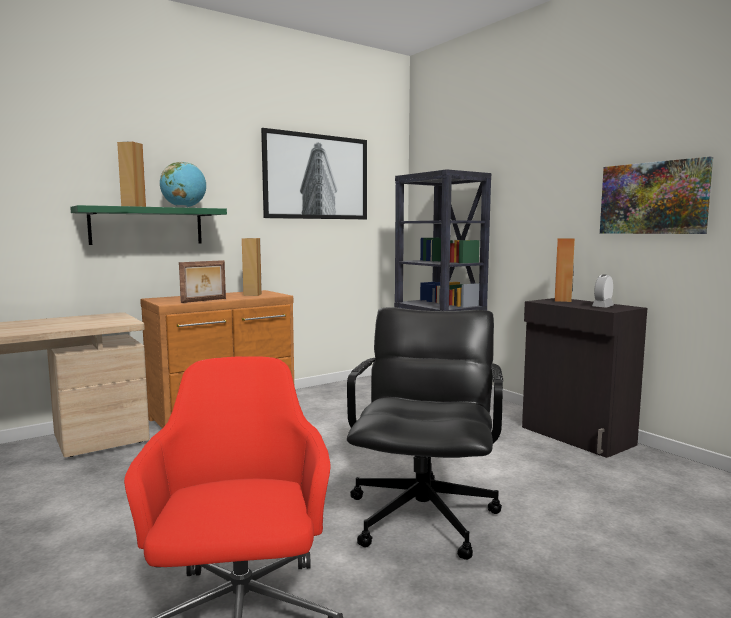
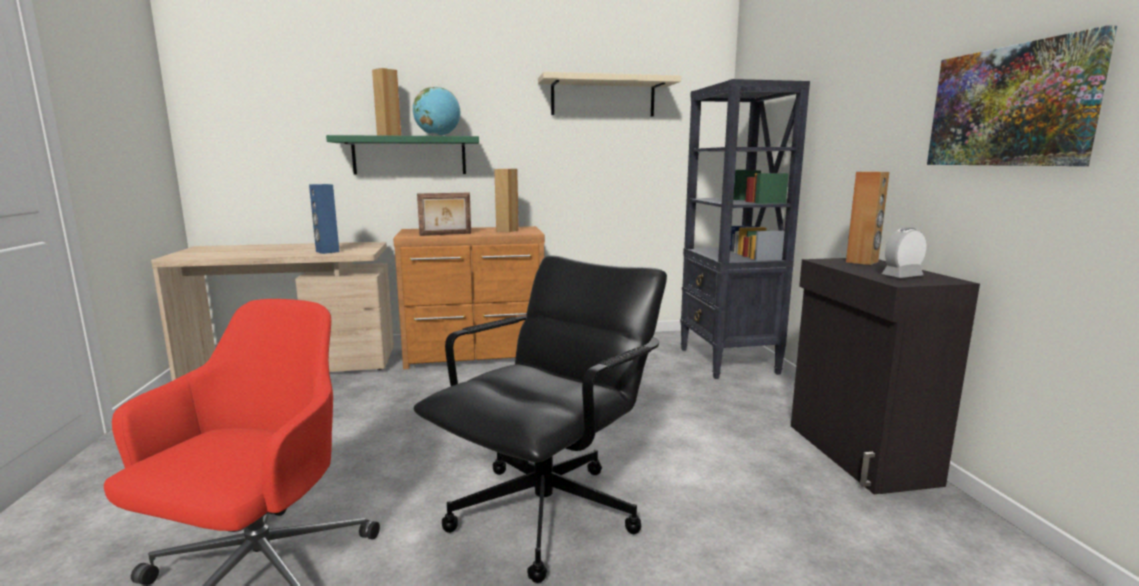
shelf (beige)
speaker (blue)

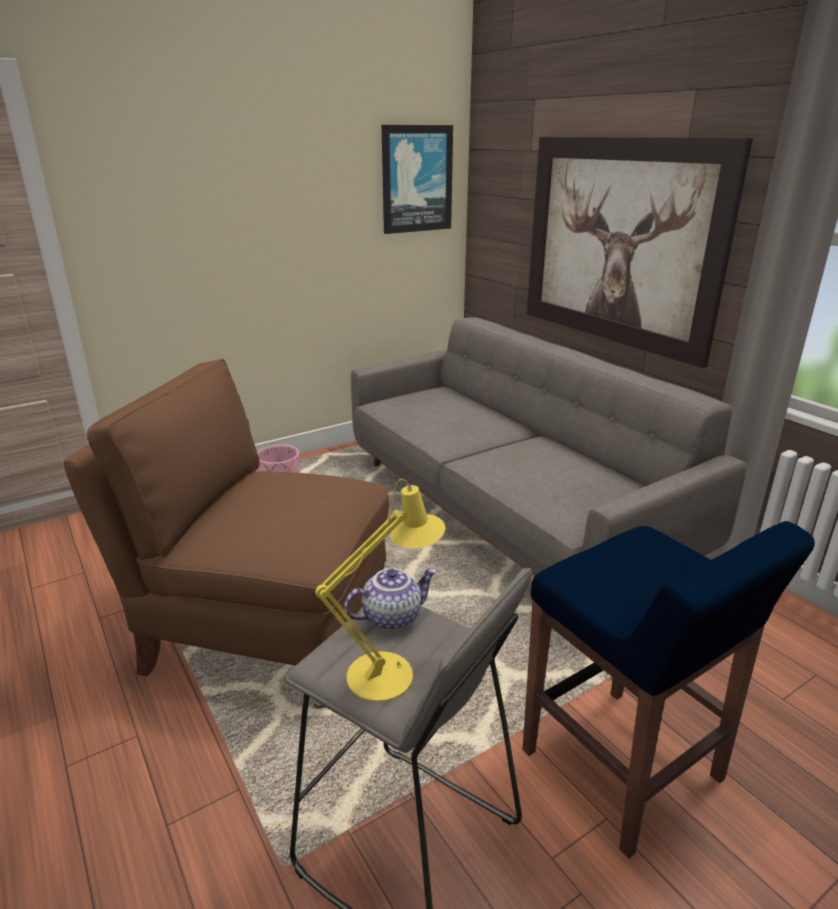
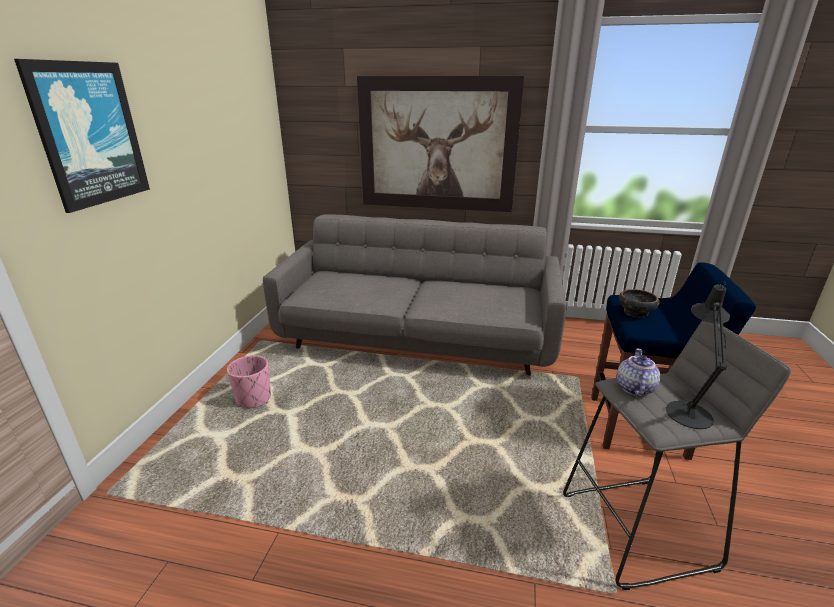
picture (1st from left)
armchair (brown)
table lamp (black)
bowl

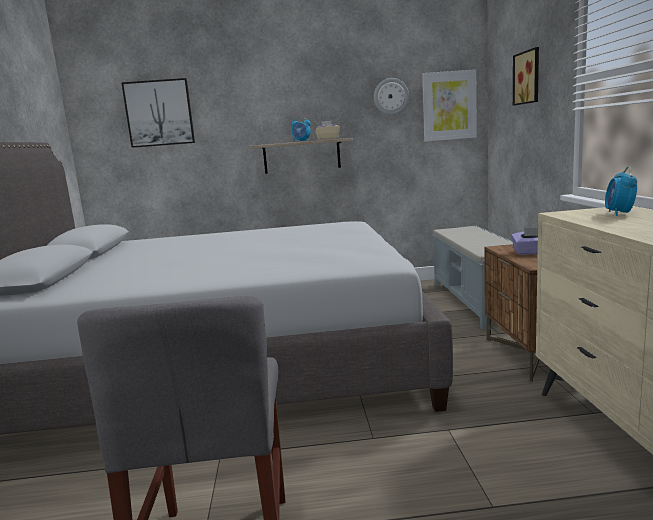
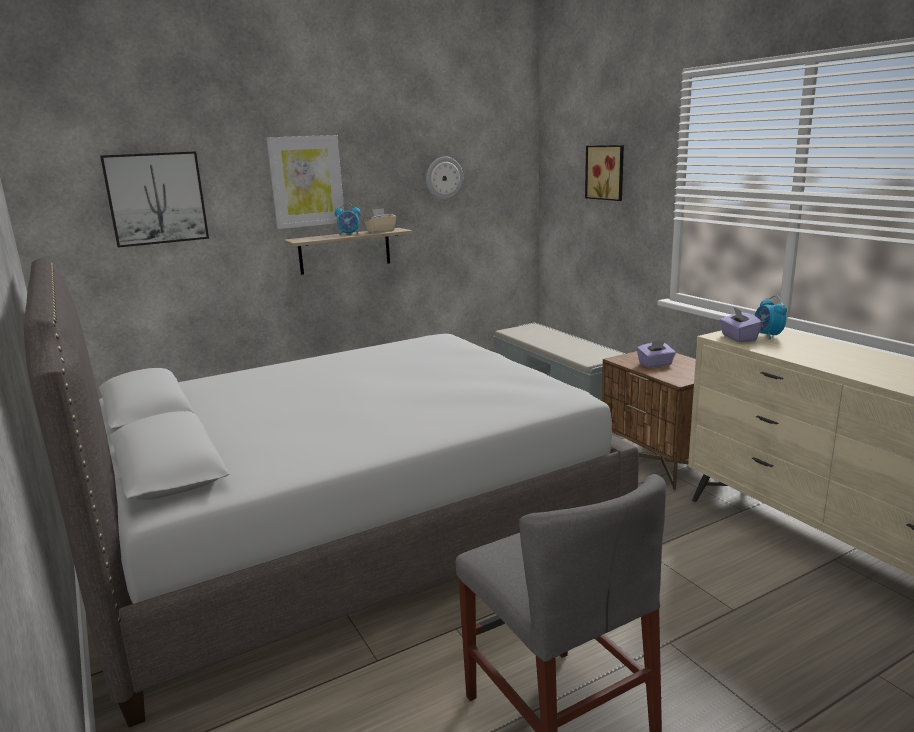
picture (2nd from left)
tissue box (purple) (2nd from left)

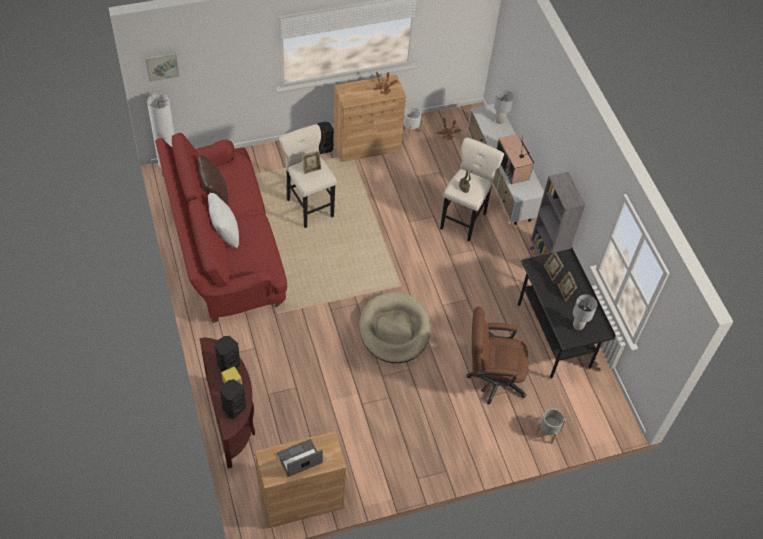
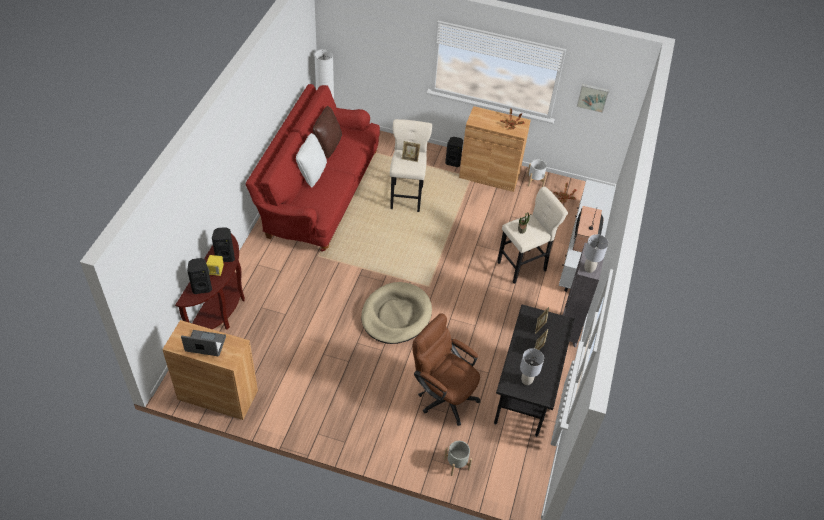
picture
table lamp (grey) (2nd from left)

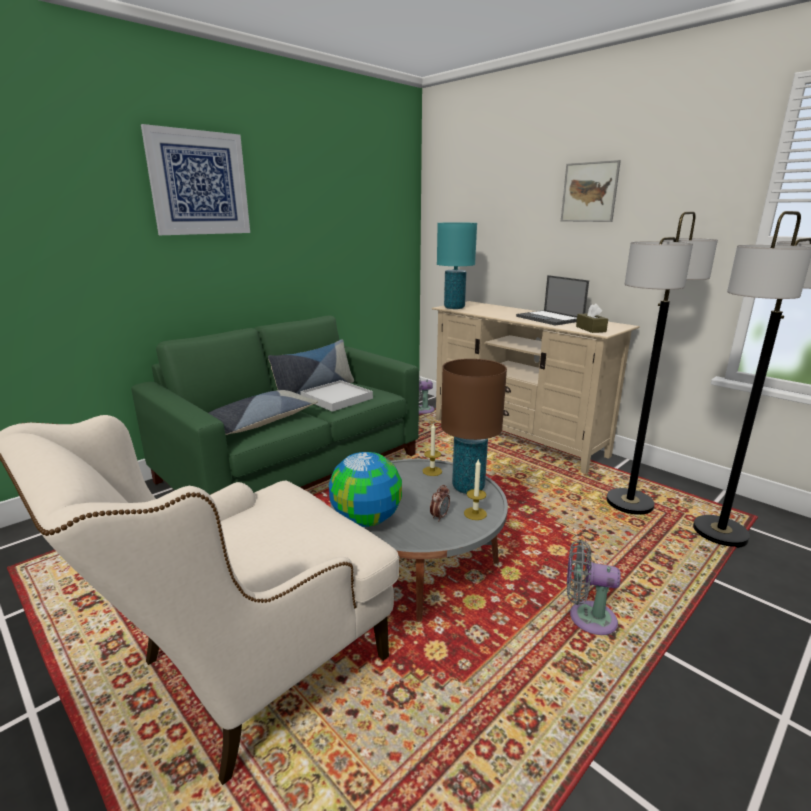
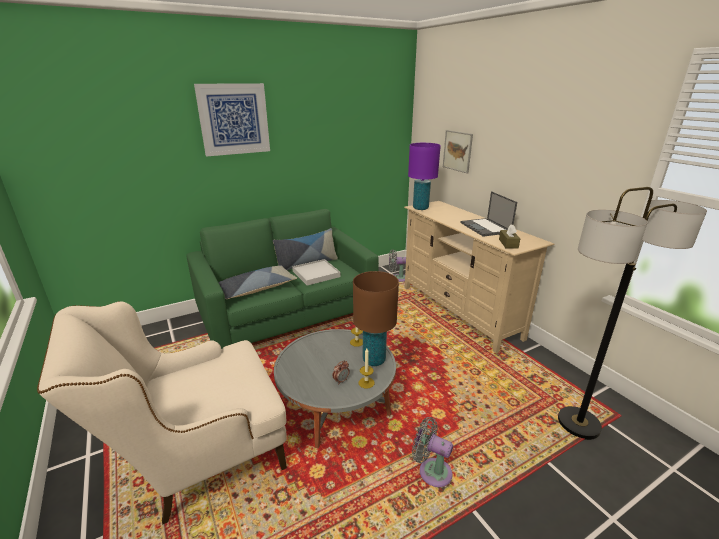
picture (2nd from left)
floor lamp (1st from left in the first image)
table lamp (purple)
globe

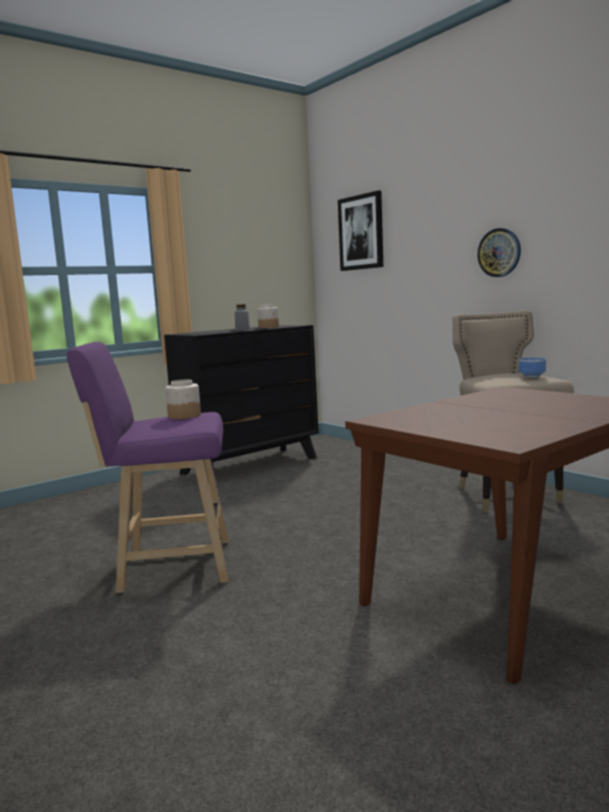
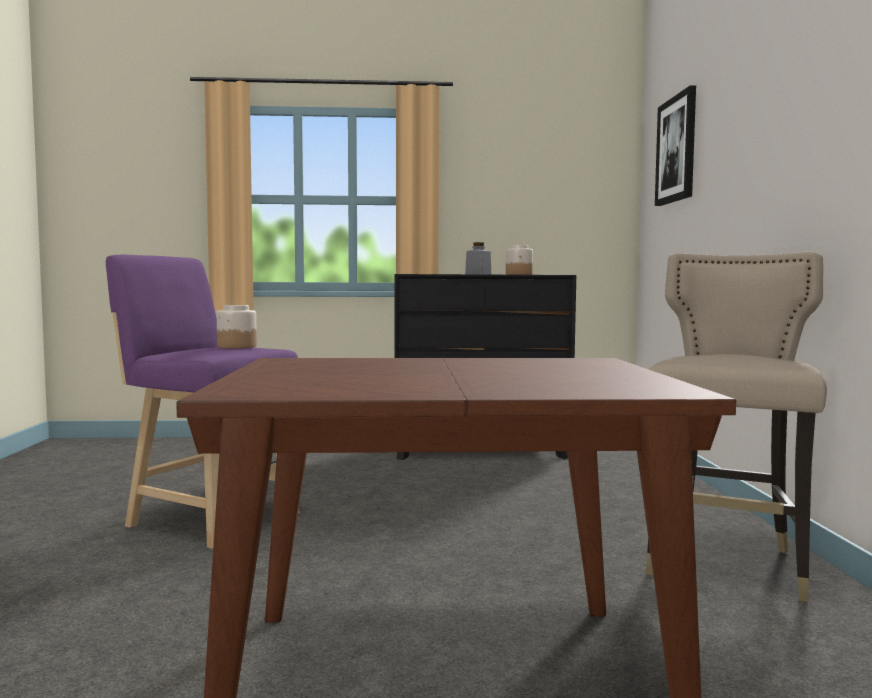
wall clock
bowl

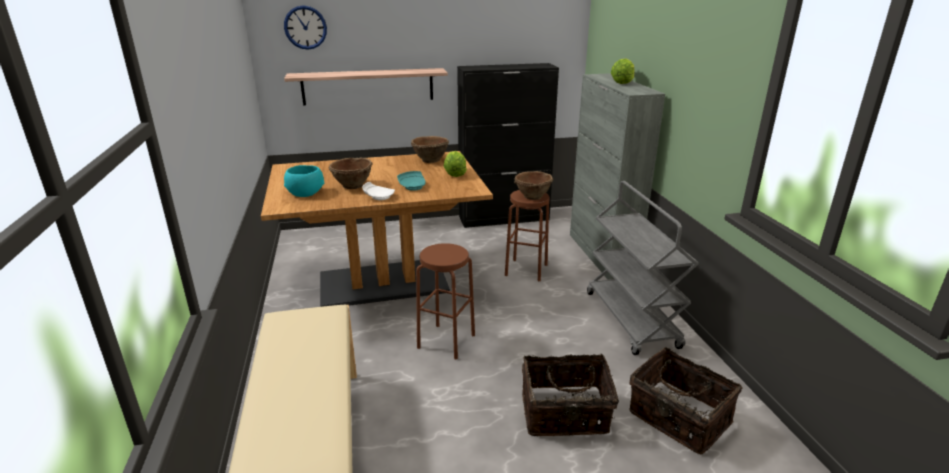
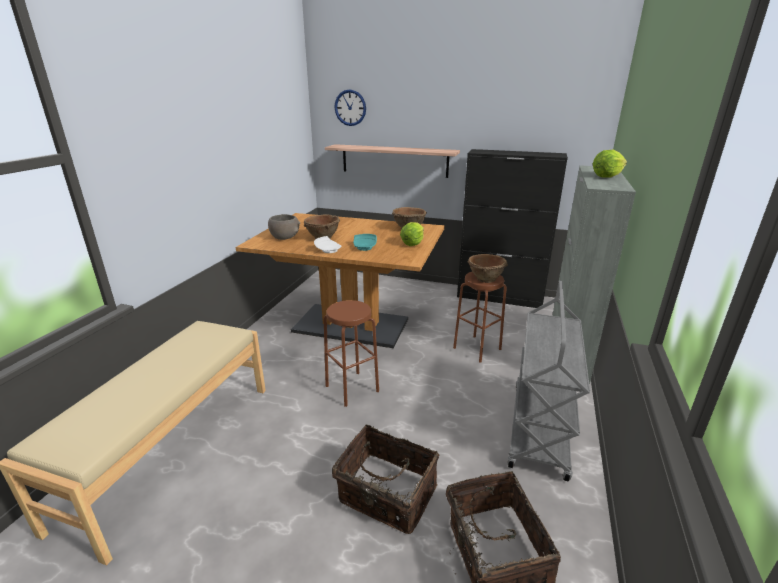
bowl (grey)

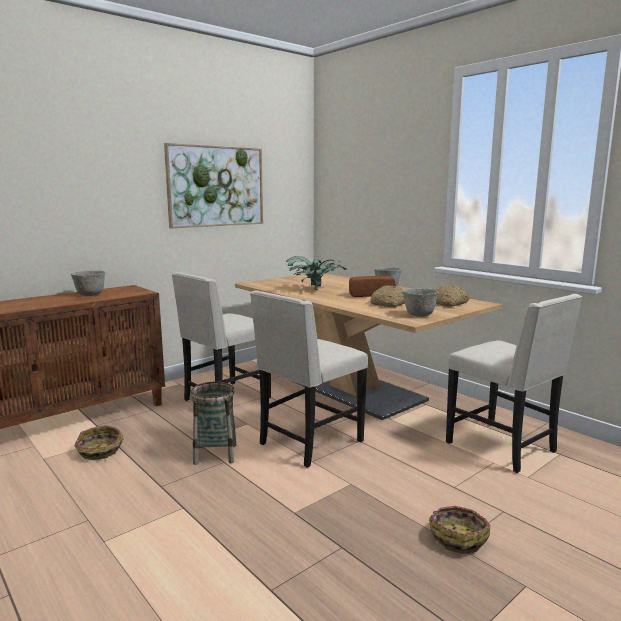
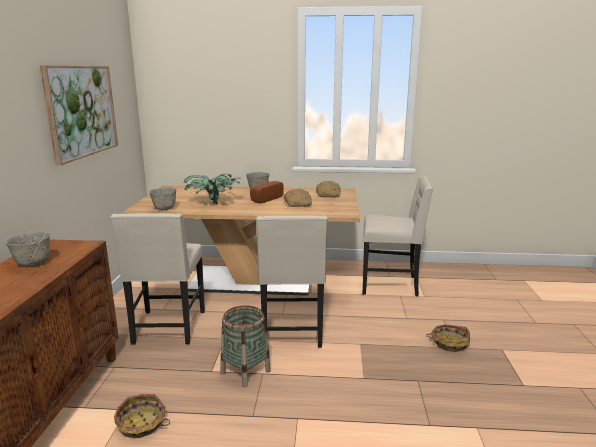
bowl (grey) (2nd from left)

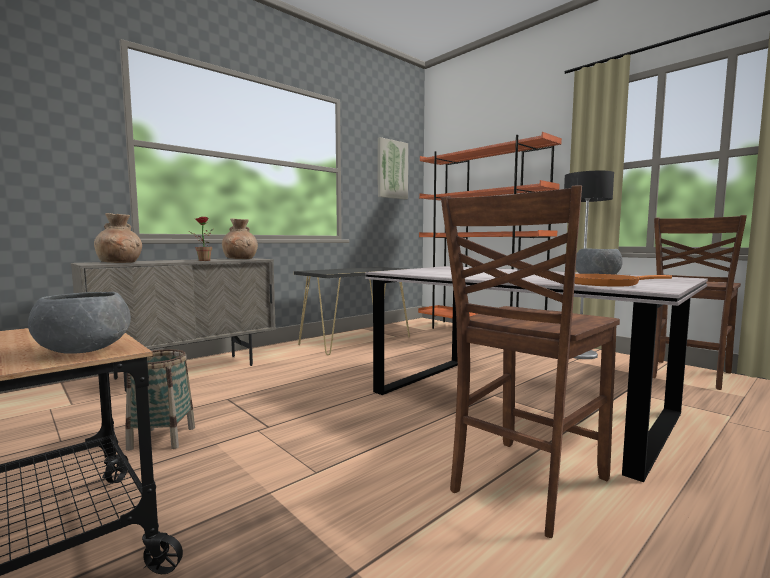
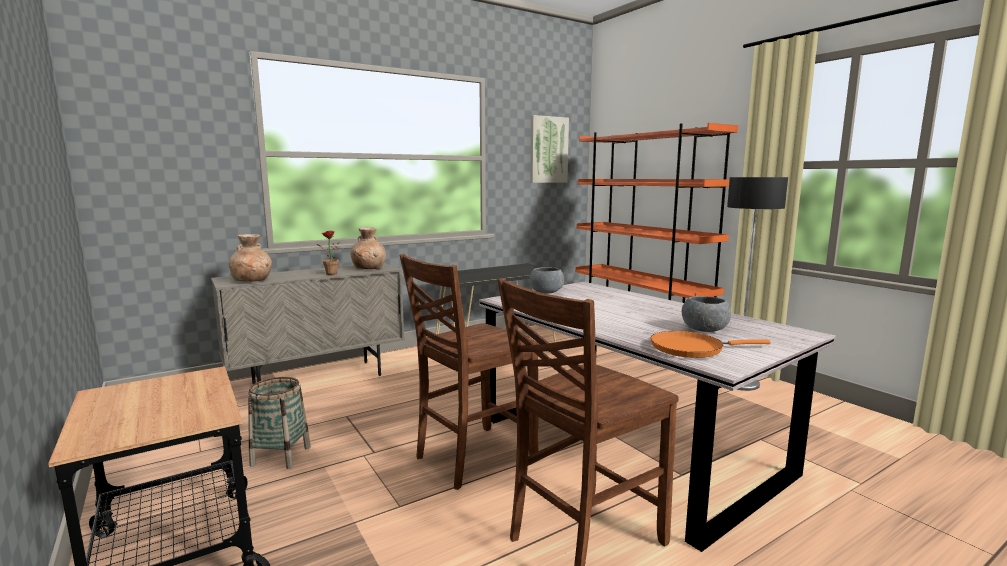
chair (brown) (1st from left)
bowl (grey) (1st from left)

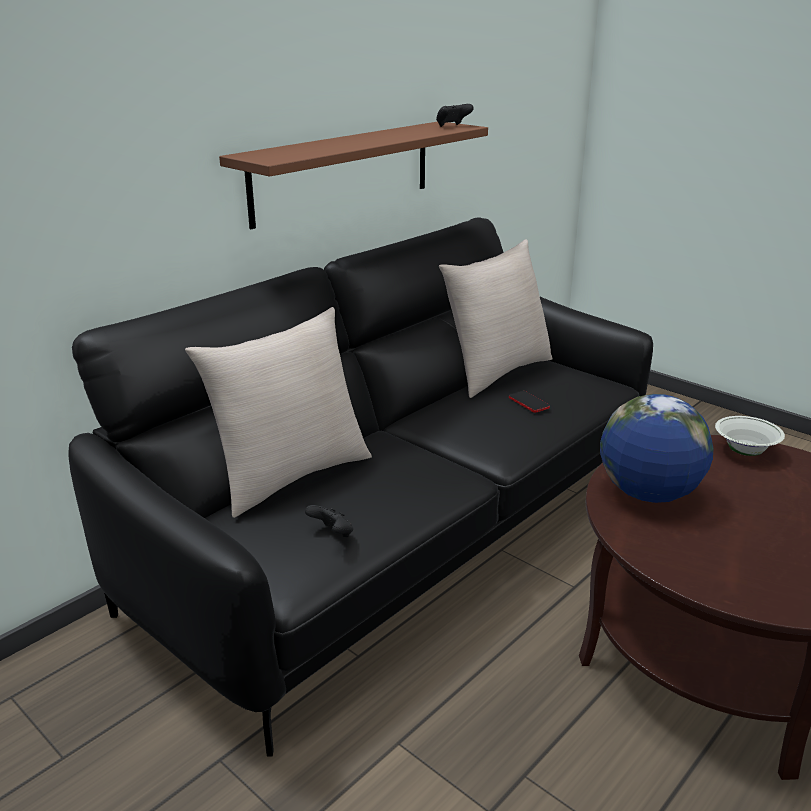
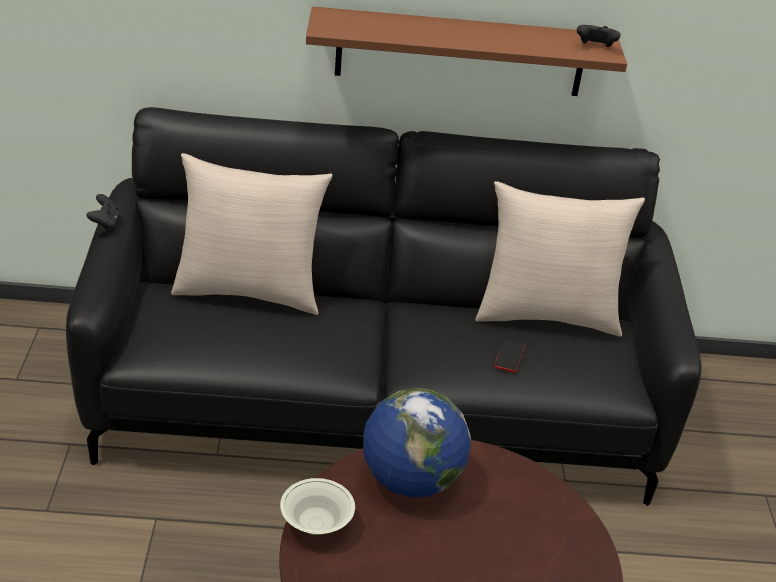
bowl (white)
game controller (black) (1st from left)

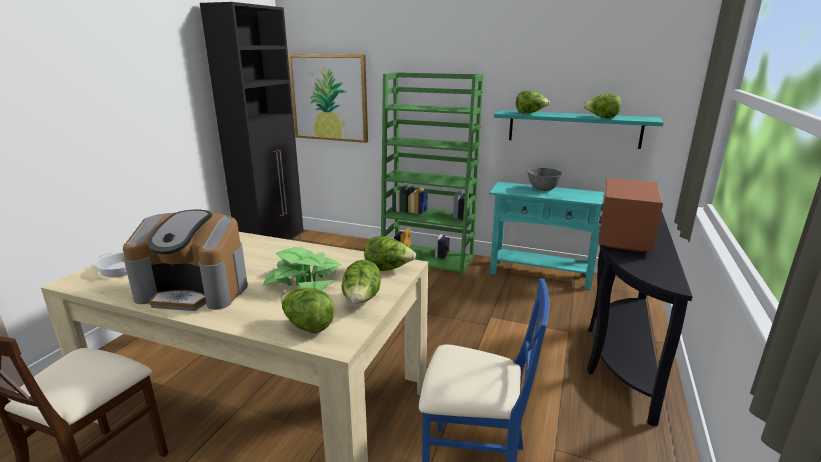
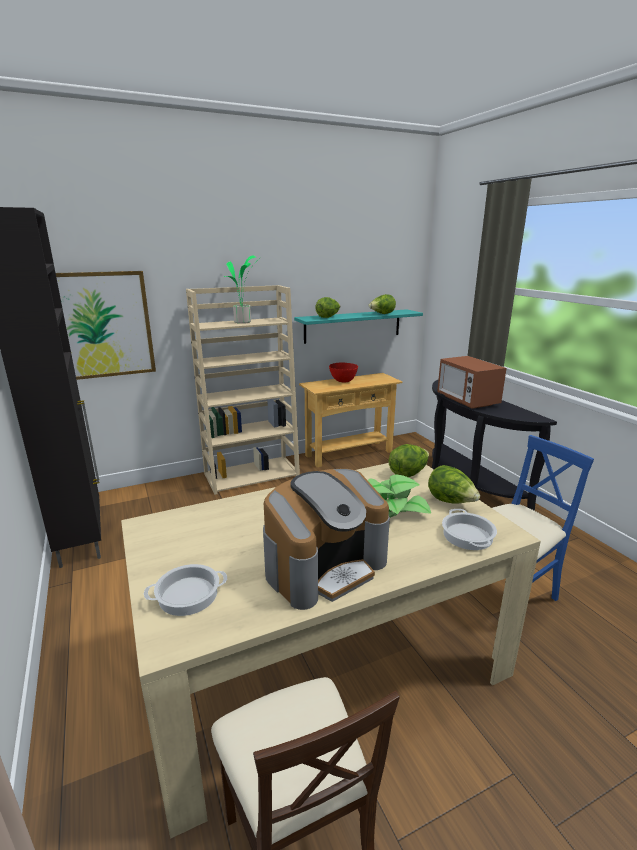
bookcase (beige)
bowl (red)
console table (beige)
cooking pot (2nd from left)
potted plant (1st from left)

